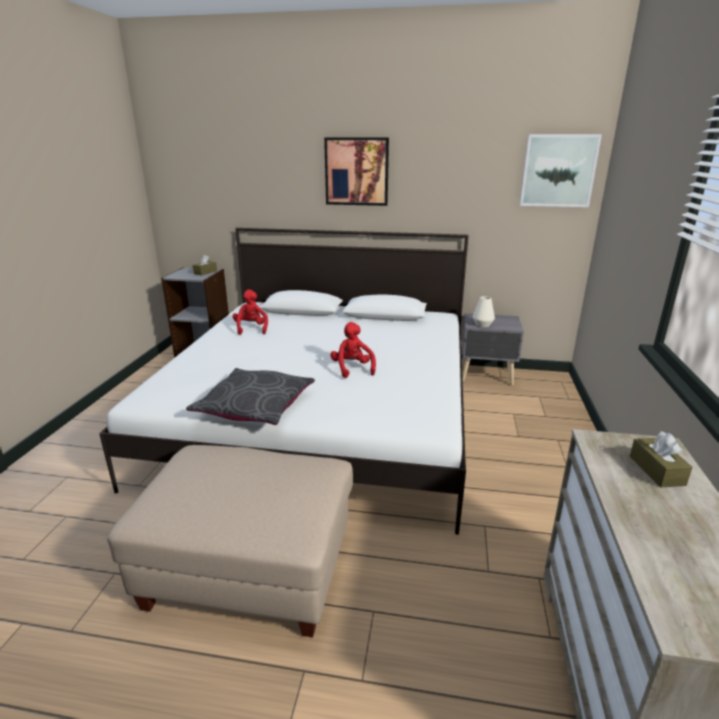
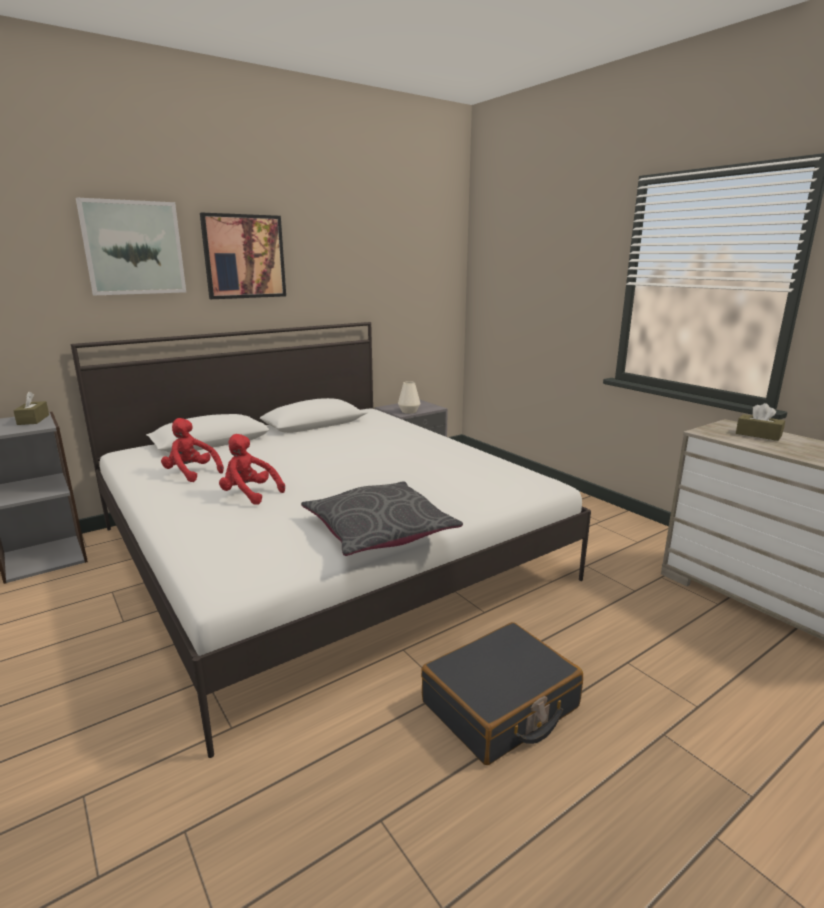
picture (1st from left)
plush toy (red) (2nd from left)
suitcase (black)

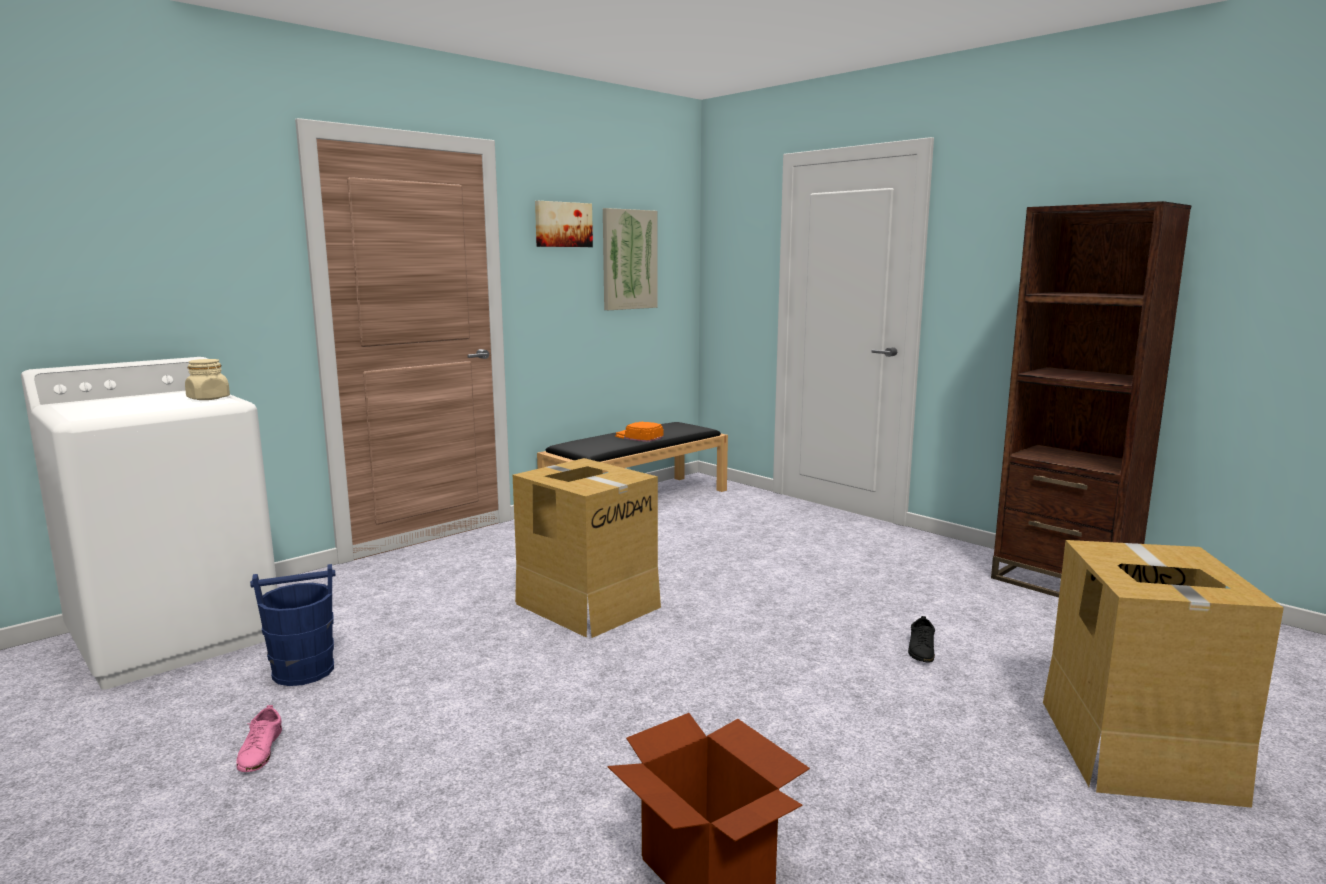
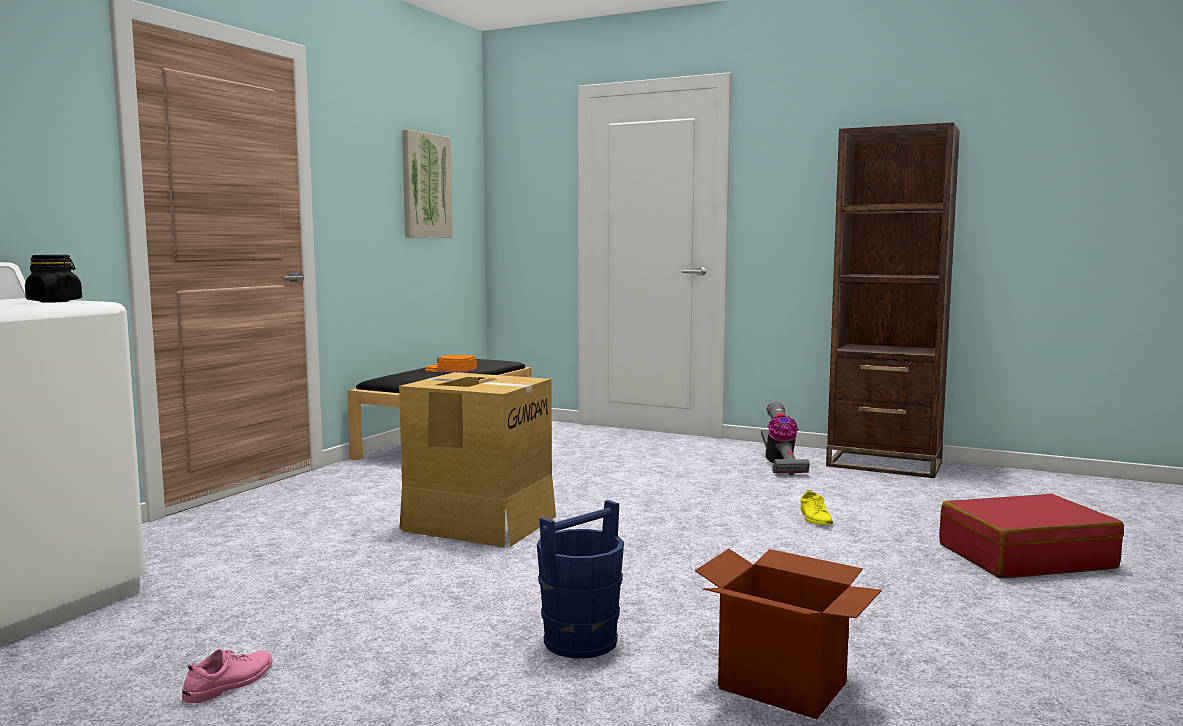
picture (1st from left in the first image)
jar (black)
suitcase (red)
bucket (blue)
shoe (yellow)
shoe (pink)
vacuum cleaner

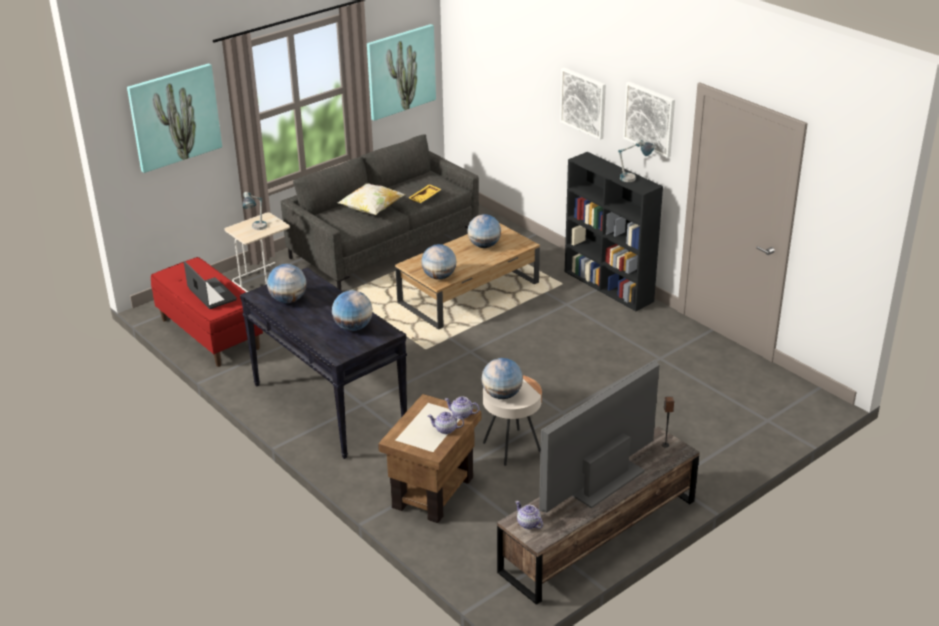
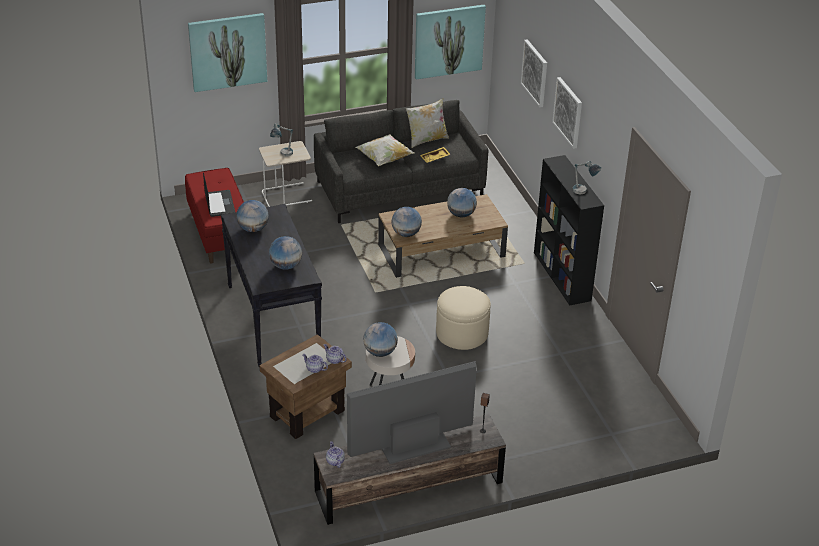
picture (3rd from left)
pillow (2nd from left)
ottoman (beige)

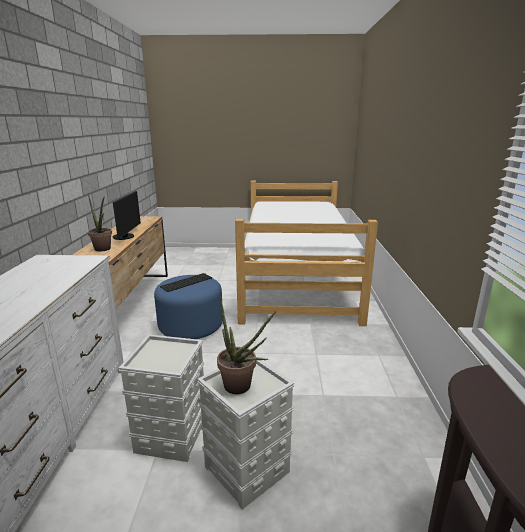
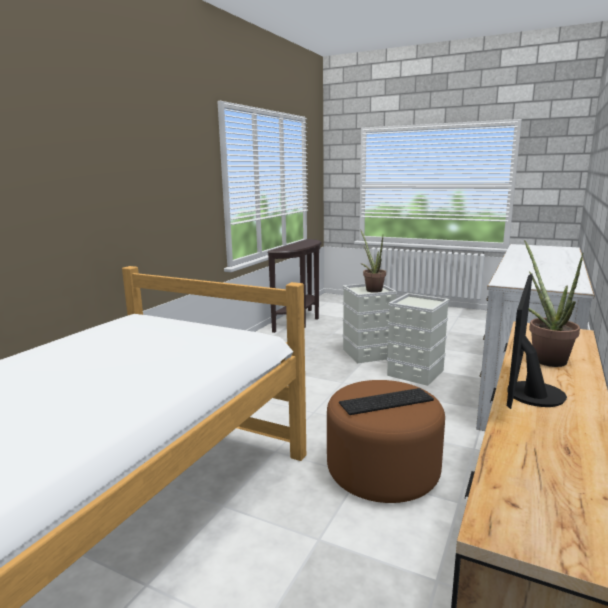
ottoman (brown)

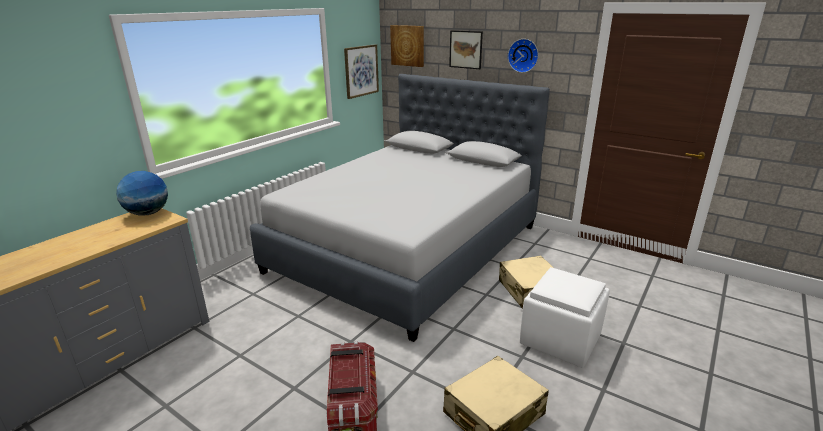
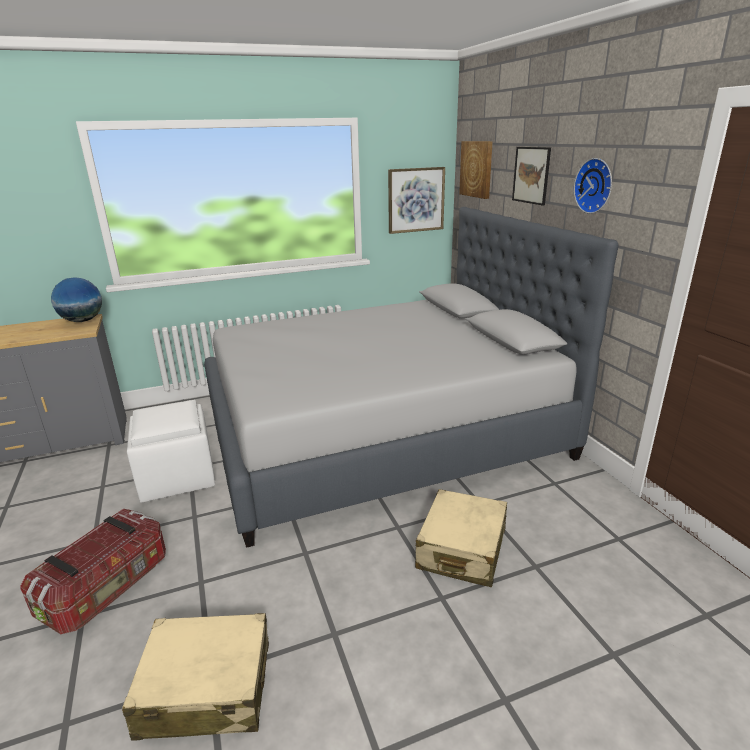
ottoman (white)

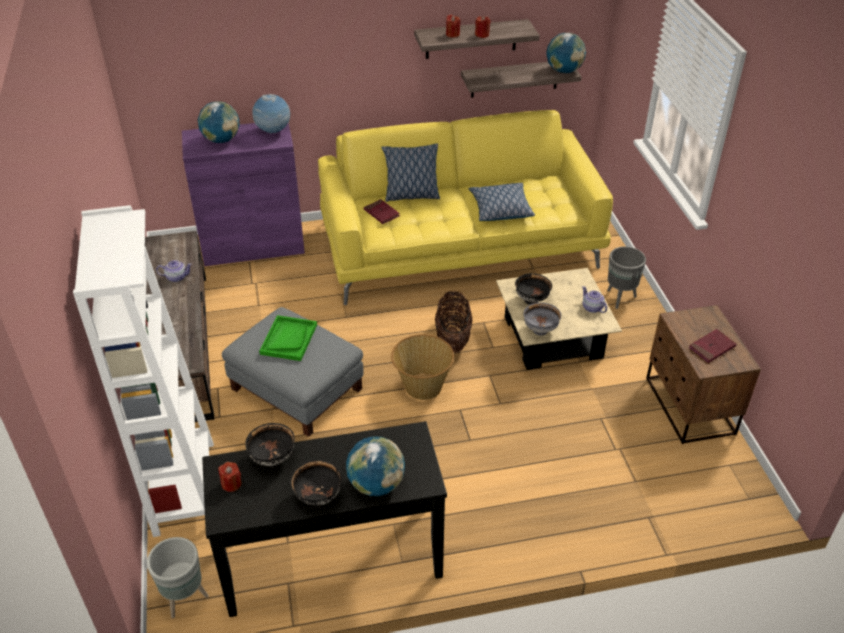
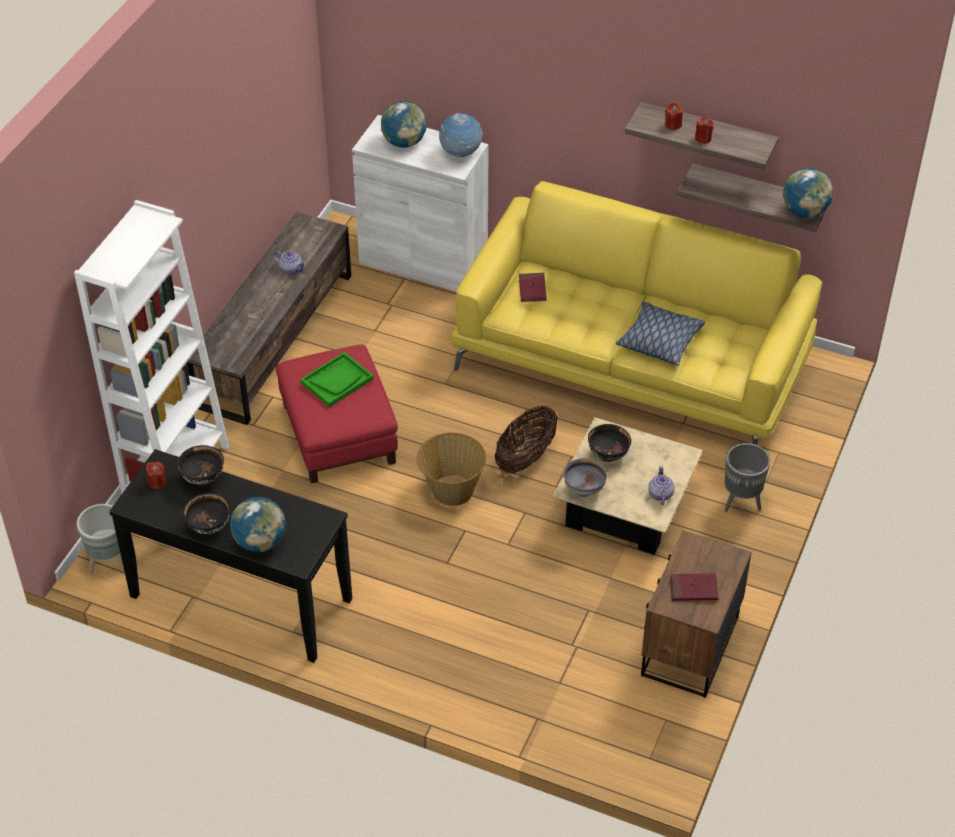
cabinet (white)
pillow (1st from left in the first image)
ottoman (red)

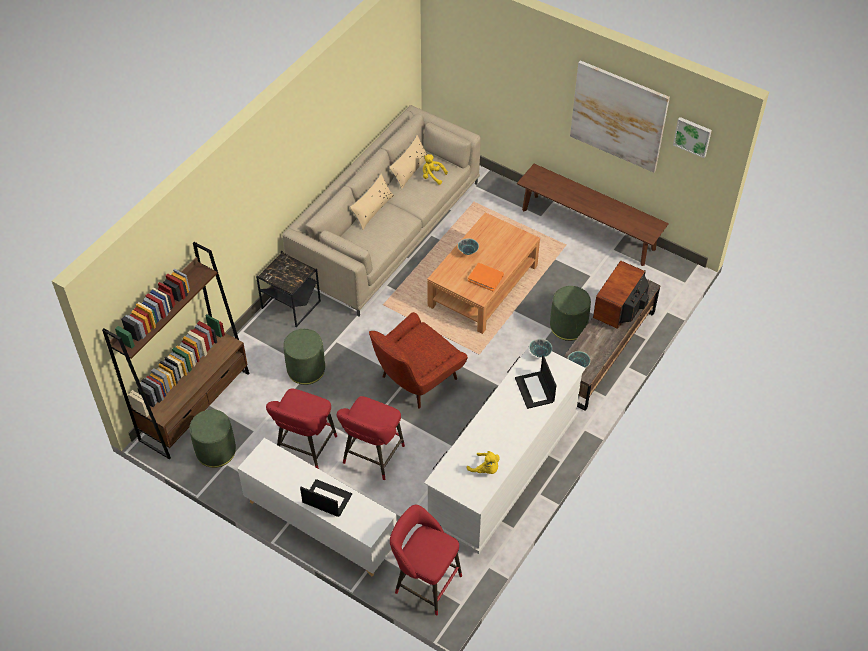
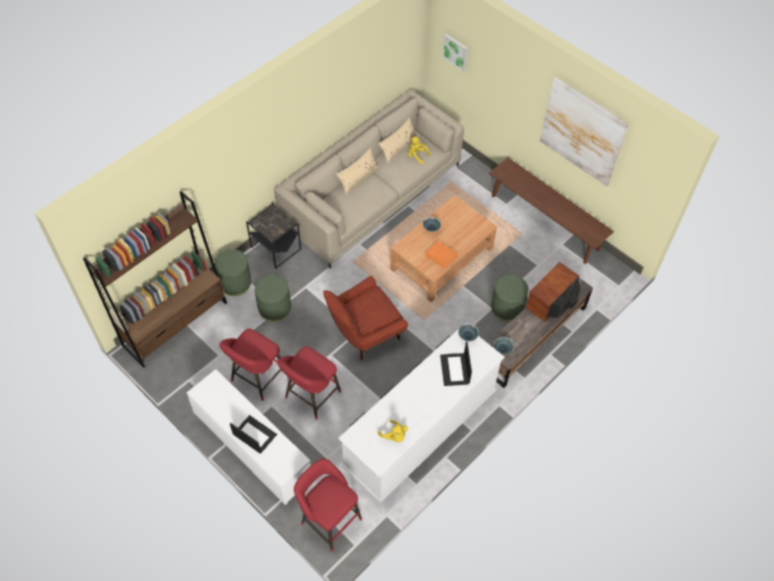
picture (1st from left)
ottoman (green) (1st from left)

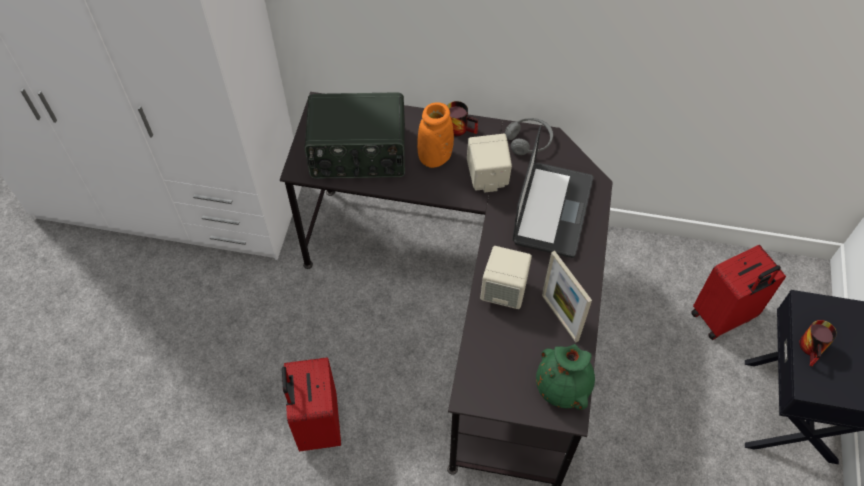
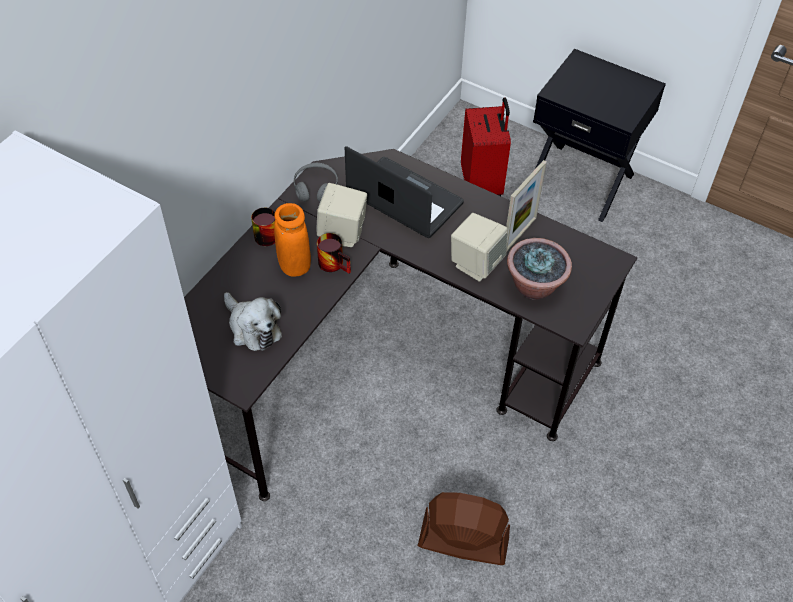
plush toy
picture frame
mug (2nd from left)
vase (green)
fan (brown)
potted plant

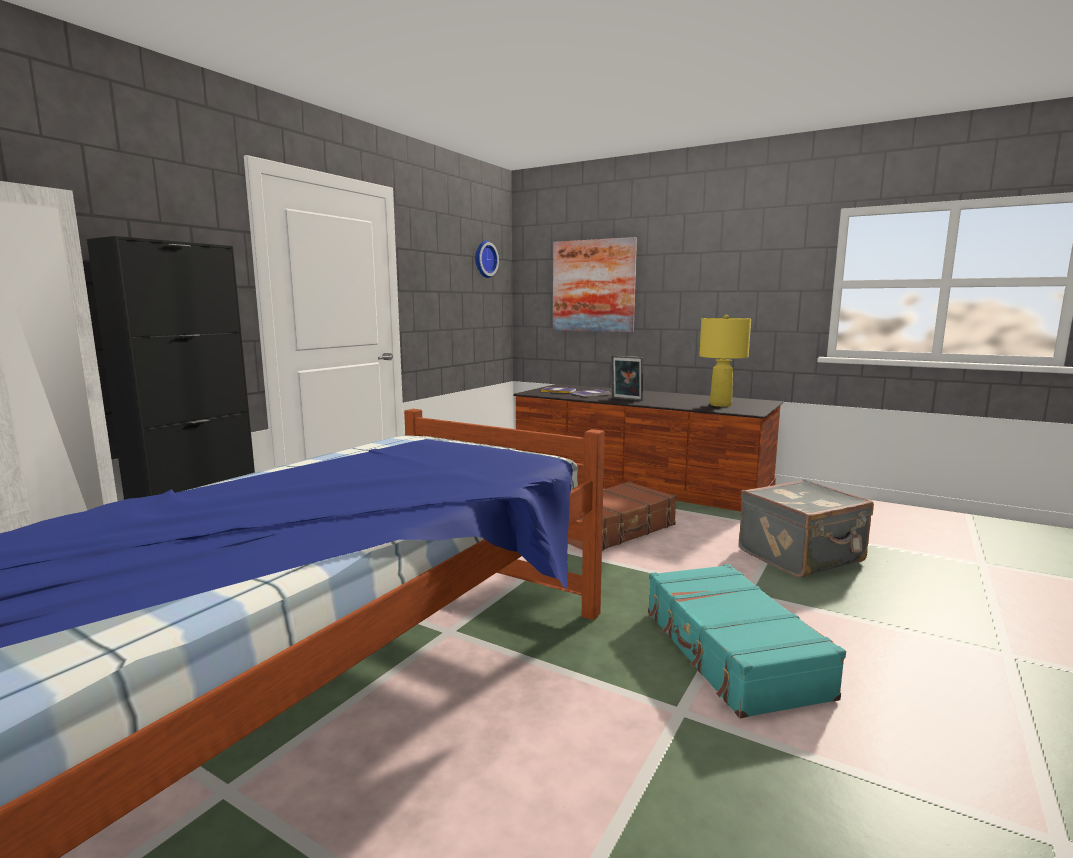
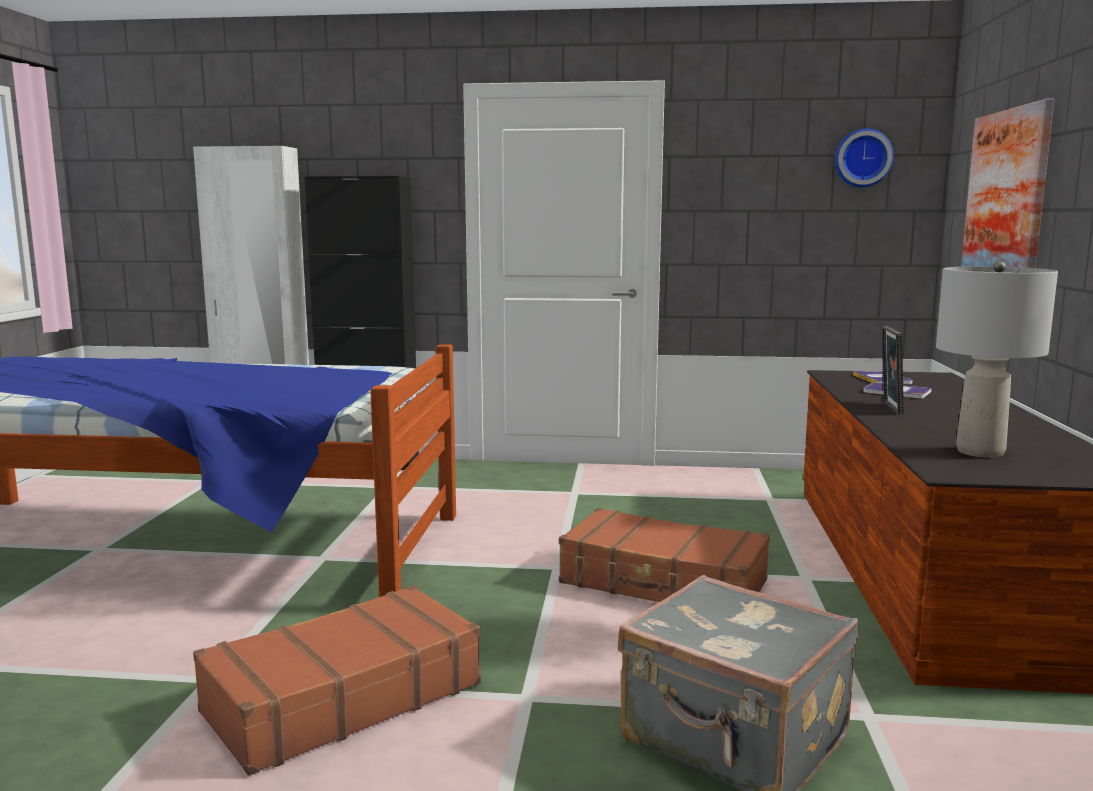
table lamp (grey)
suitcase (brown) (1st from left)

